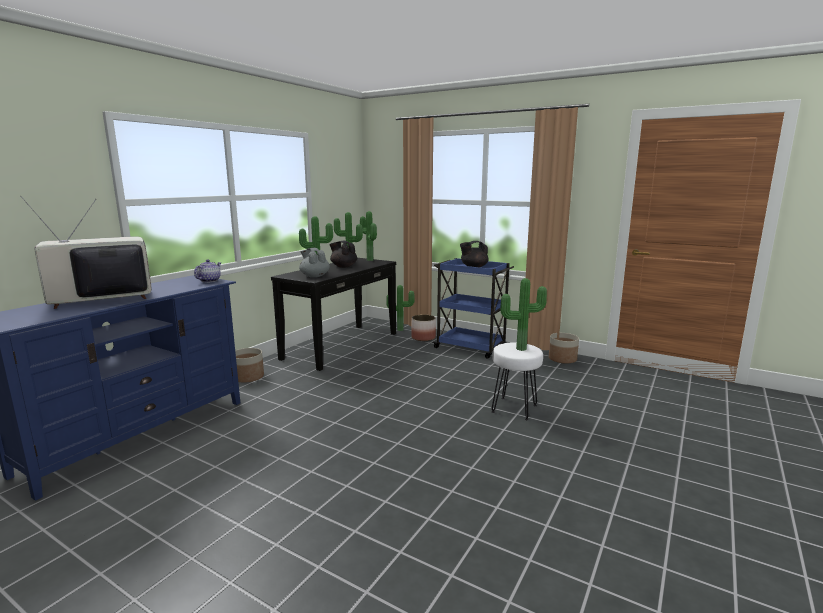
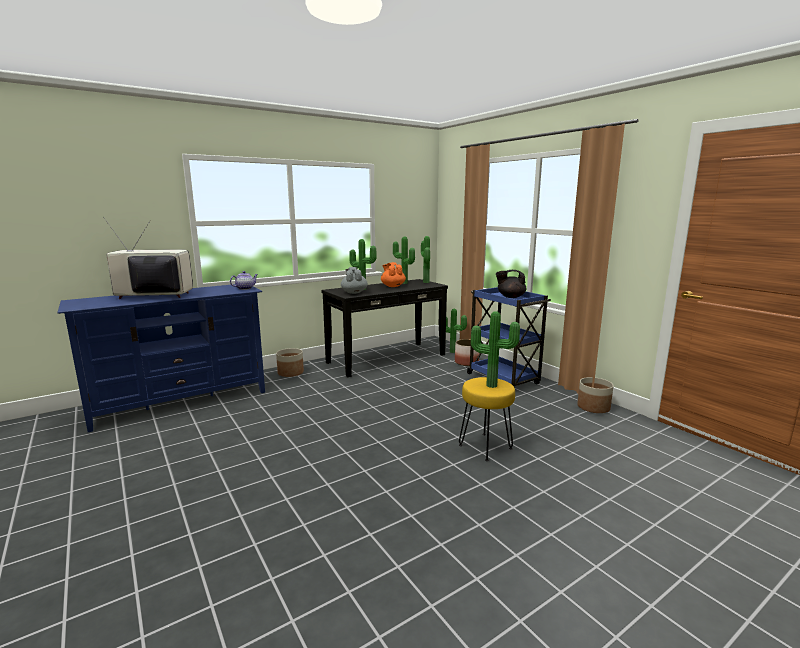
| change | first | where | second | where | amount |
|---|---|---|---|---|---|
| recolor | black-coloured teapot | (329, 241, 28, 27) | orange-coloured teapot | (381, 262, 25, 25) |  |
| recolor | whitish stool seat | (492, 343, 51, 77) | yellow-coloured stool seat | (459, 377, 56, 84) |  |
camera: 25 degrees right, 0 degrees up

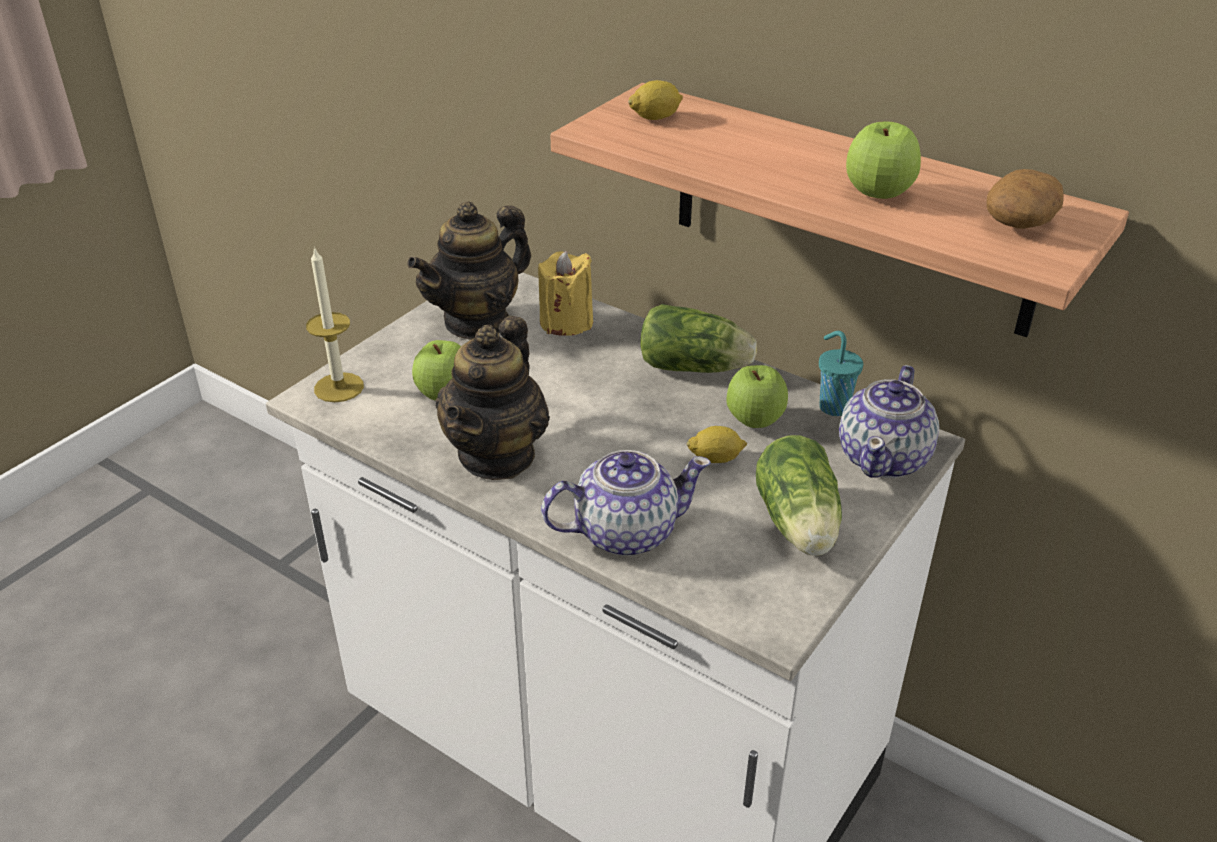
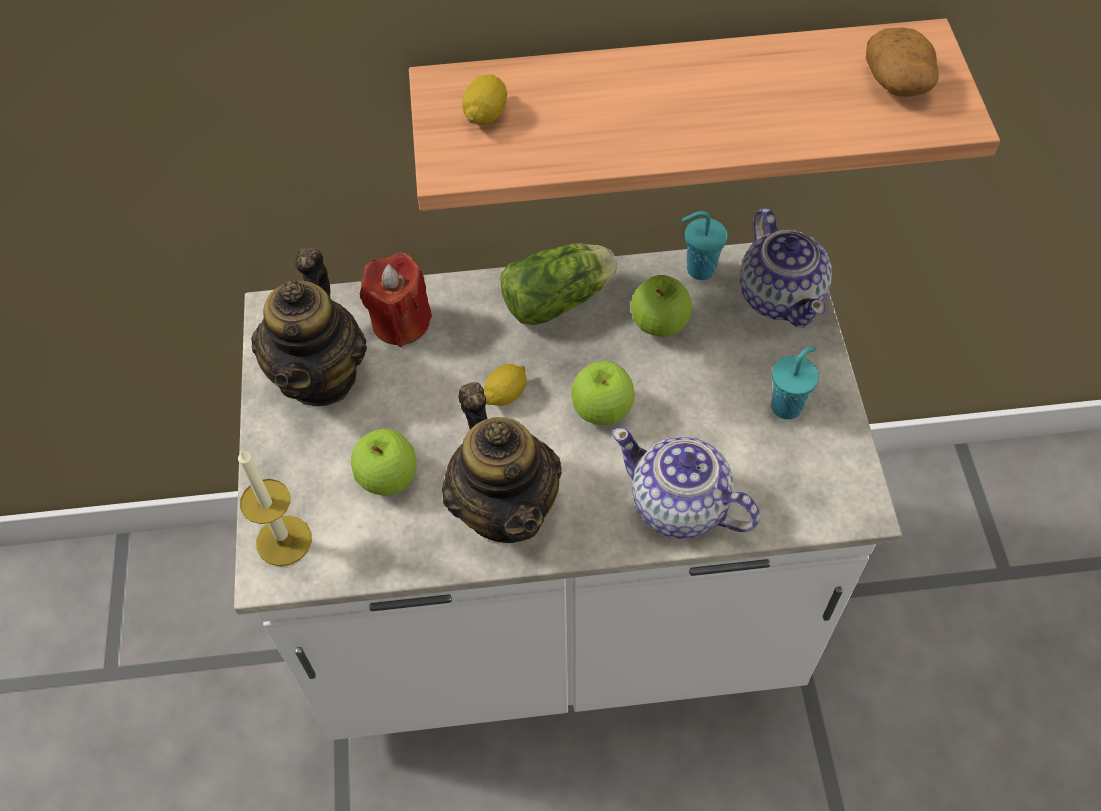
| change | first | where | second | where | amount |
|---|---|---|---|---|---|
| recolor | yellow-coloured wax light | (538, 251, 55, 85) | reddish wax light | (360, 252, 72, 95) |  |
| rotate | teapot | (541, 450, 170, 106) |  | (612, 428, 148, 111) | 90 degrees counterclockwise |
| move | whole lemon | (687, 426, 60, 37) |  | (484, 364, 43, 42) |  |
| replace | lettuce head | (756, 435, 86, 121) | blue-green drinking cup | (771, 347, 48, 72) |  |
| move | whole apple | (846, 121, 75, 78) |  | (571, 361, 64, 64) |  |
camera: 40 degrees left, 20 degrees up

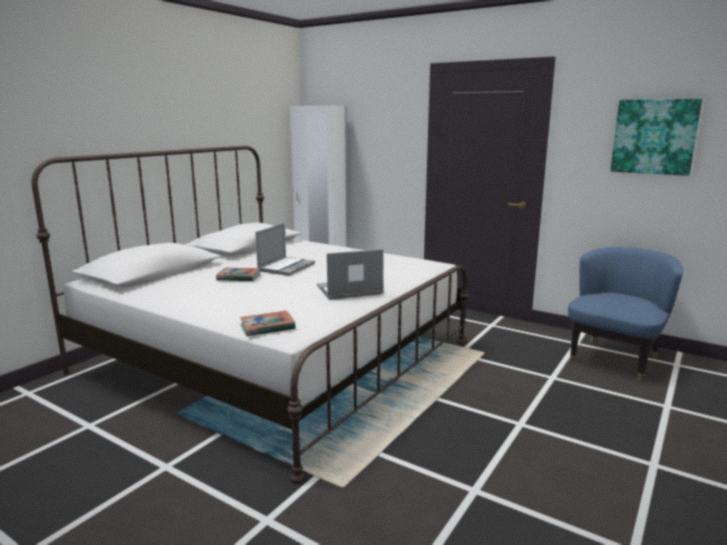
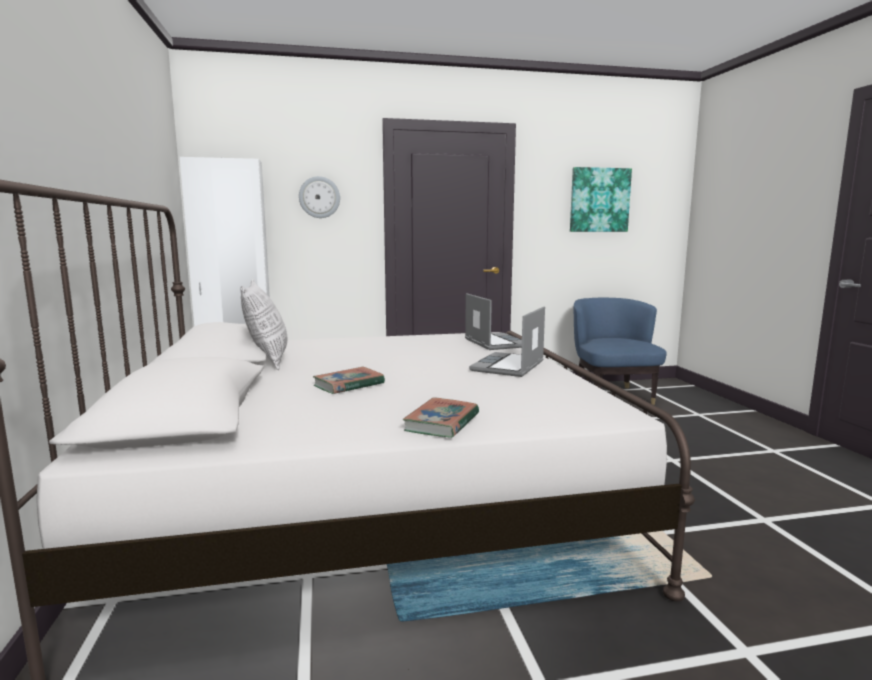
| change | first | where | second | where | amount |
|---|---|---|---|---|---|
| move | bound book | (240, 310, 56, 26) |  | (403, 397, 76, 41) |  |
| move | portable computer | (256, 223, 59, 53) |  | (465, 293, 57, 57) |  |
| insert |  |  | pillow | (240, 279, 47, 91) |  |
| insert |  |  | clock on the wall | (299, 176, 41, 42) |  |
camera: 45 degrees left, 5 degrees down

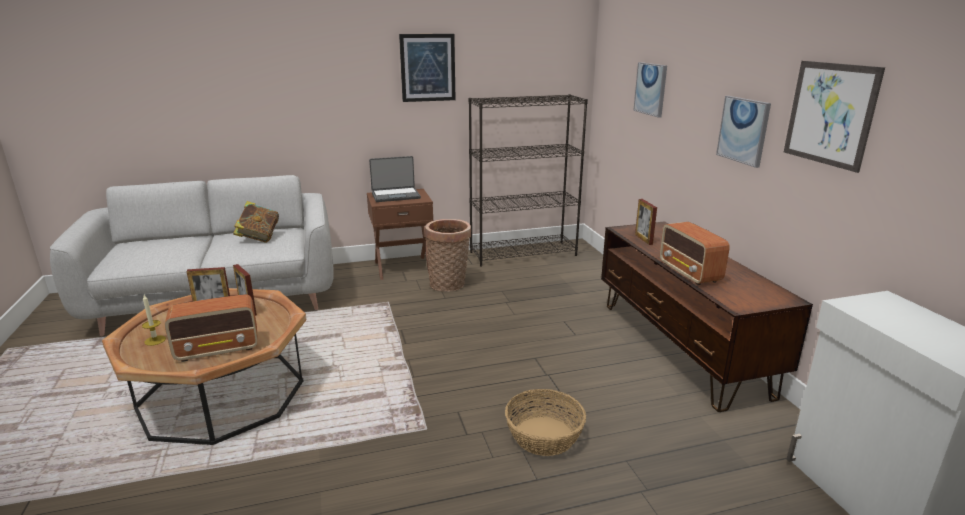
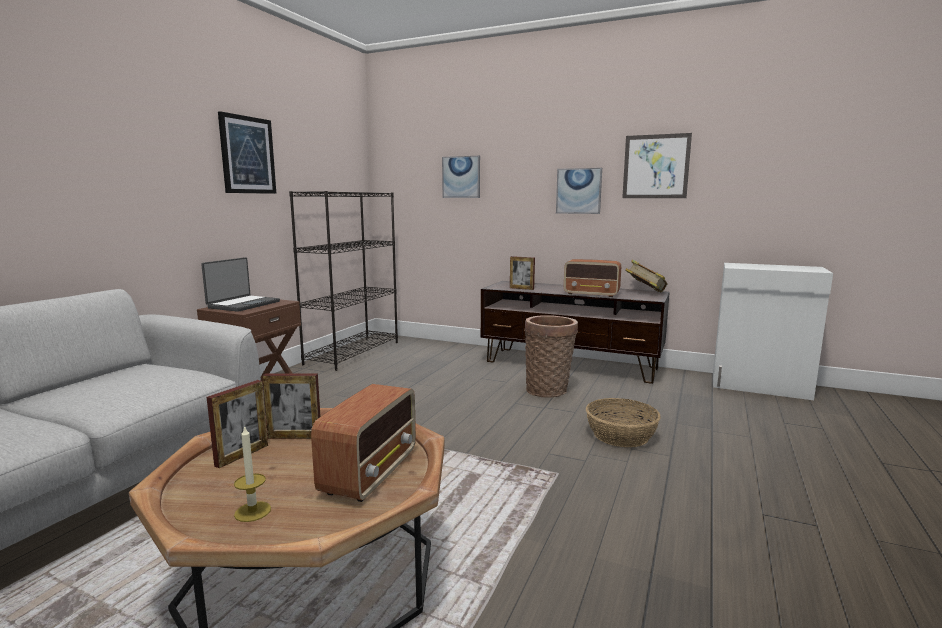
| change | first | where | second | where | amount |
|---|---|---|---|---|---|
| move | bound book | (233, 201, 46, 42) |  | (625, 260, 43, 33) |  |
| move | storage basket | (425, 219, 46, 73) |  | (524, 315, 54, 83) |  |
camera: 50 degrees left, 10 degrees down

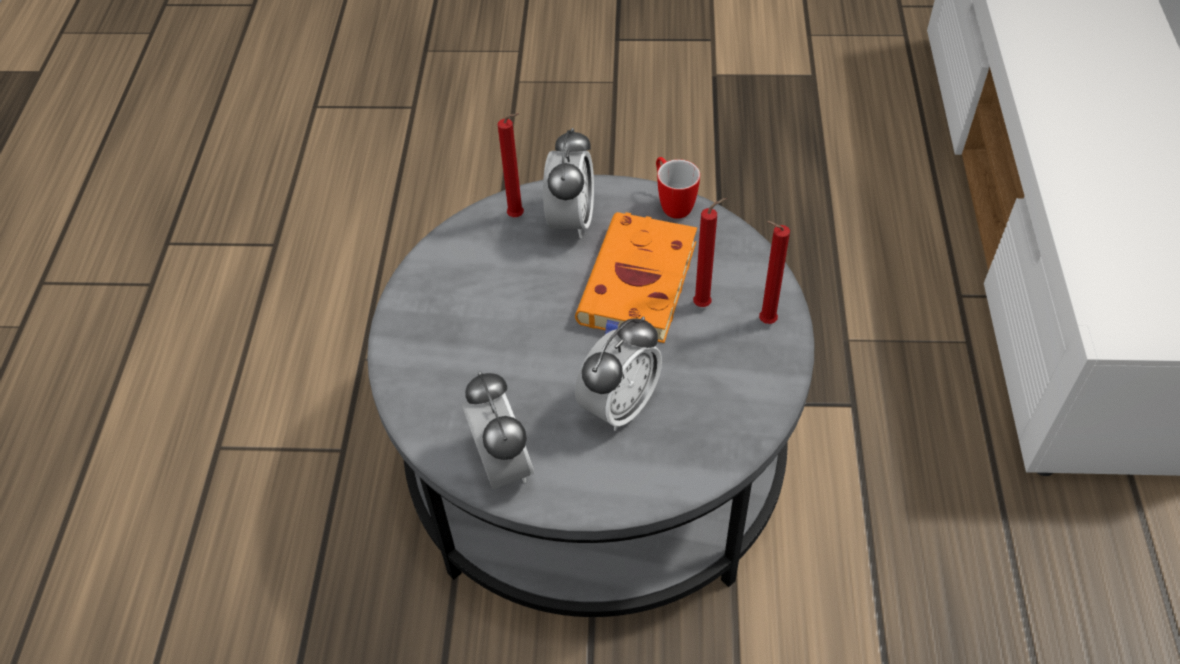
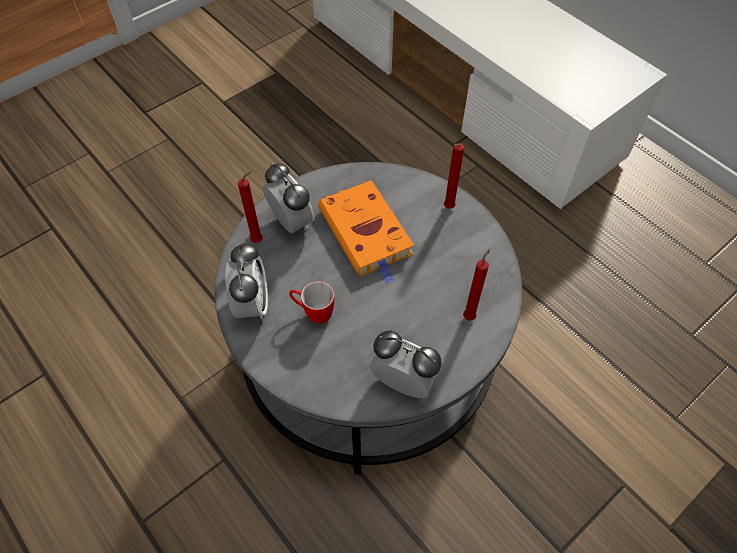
| change | first | where | second | where | amount |
|---|---|---|---|---|---|
| move | bedside clock | (575, 316, 87, 115) |  | (225, 242, 43, 77) |  |
| move | coffee mug | (656, 157, 44, 62) |  | (289, 281, 45, 43) |  |
| move | reddish wax light | (693, 198, 33, 109) |  | (463, 248, 27, 73) |  |
camera: 45 degrees left, 5 degrees up

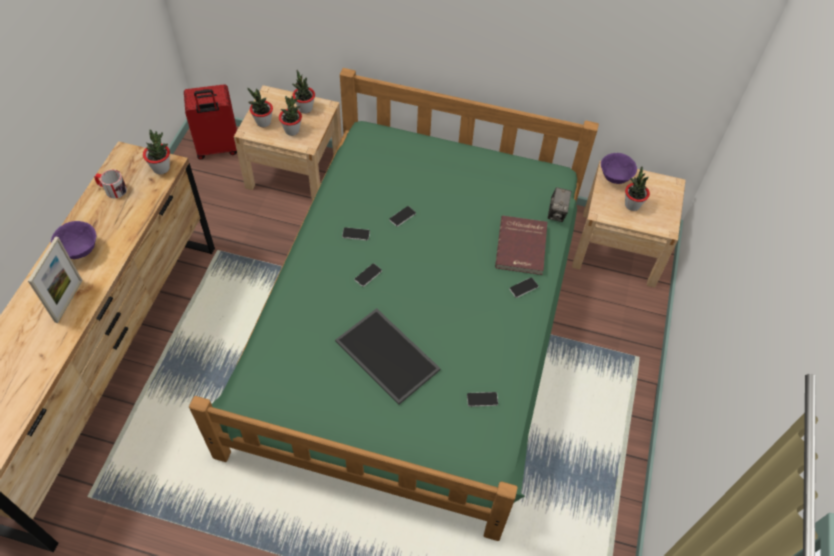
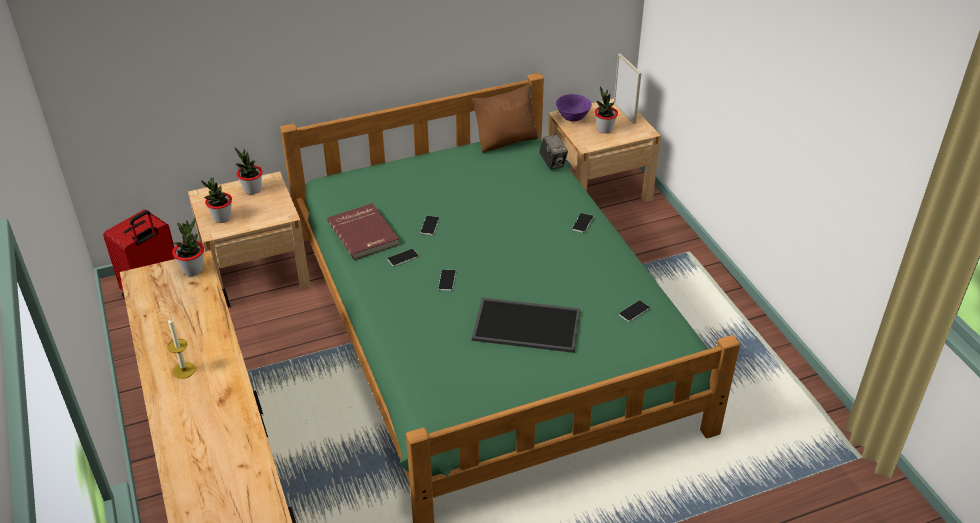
| change | first | where | second | where | amount |
|---|---|---|---|---|---|
| move | picture frame | (28, 236, 55, 87) |  | (614, 53, 27, 71) |  |
| replace | purple-coloured bowl | (51, 221, 45, 38) | wax light | (167, 318, 29, 61) |  |
| delete | coffee mug | (94, 169, 33, 30) |  |  |  |
| delete | houseplant | (279, 95, 23, 41) |  |  |  |
| move | reddish bound book | (495, 216, 52, 59) |  | (327, 203, 72, 57) |  |
| insert |  |  | brown pillow | (472, 83, 67, 70) |  |
camera: 35 degrees left, 15 degrees down

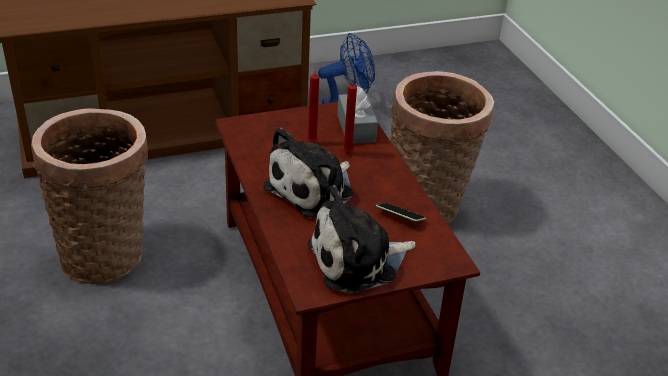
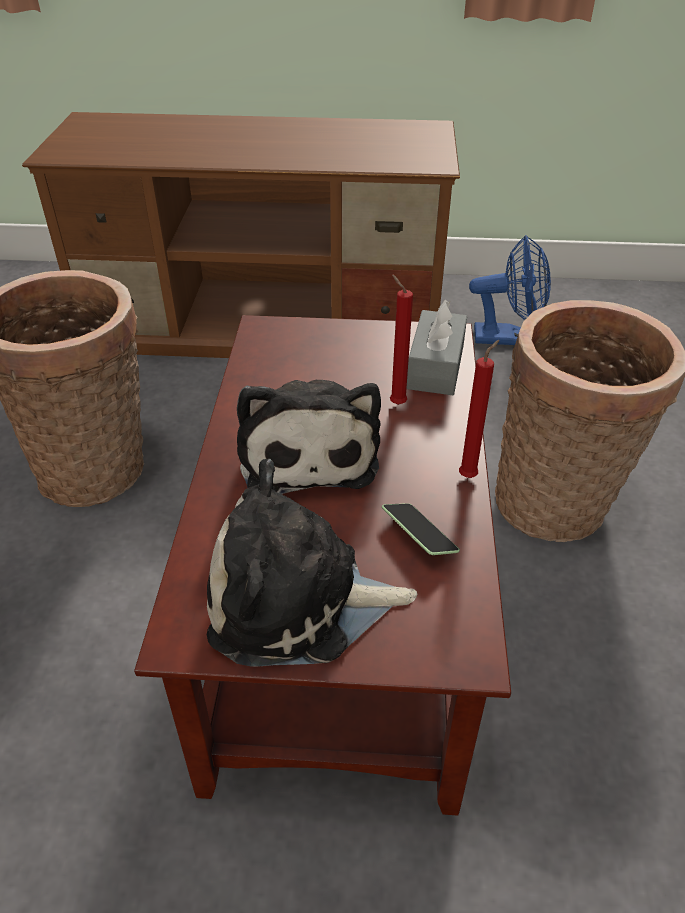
| change | first | where | second | where | amount |
|---|---|---|---|---|---|
| rotate | cuddly toy | (263, 127, 90, 90) |  | (237, 380, 144, 114) | 75 degrees counterclockwise |
| move | reddish wax light | (307, 64, 12, 79) |  | (459, 340, 40, 138) |  |
camera: 25 degrees right, 5 degrees up

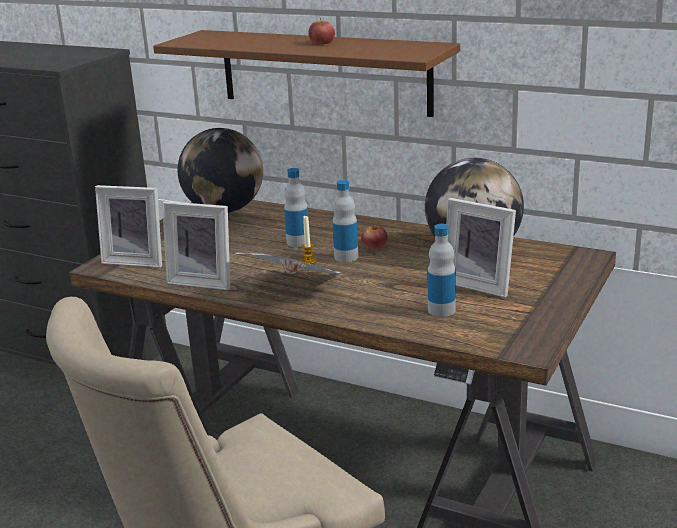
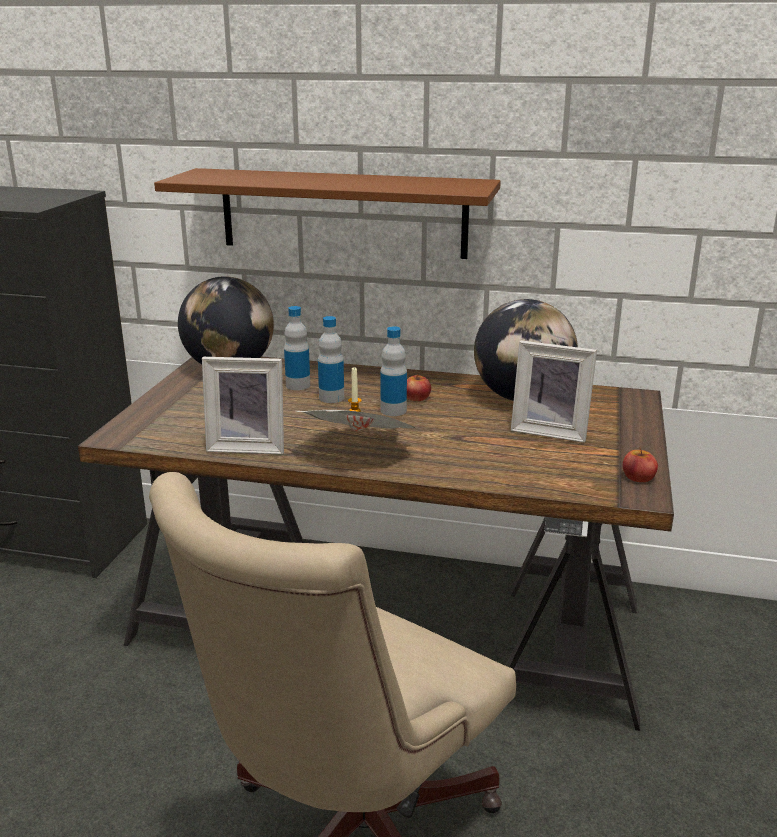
| change | first | where | second | where | amount |
|---|---|---|---|---|---|
| delete | picture frame | (95, 185, 67, 83) |  |  |  |
| move | whole apple | (308, 18, 27, 26) |  | (623, 447, 35, 35) |  |
| move | drink bottle | (428, 224, 28, 93) |  | (284, 306, 26, 84) |  |
camera: 15 degrees left, 0 degrees up

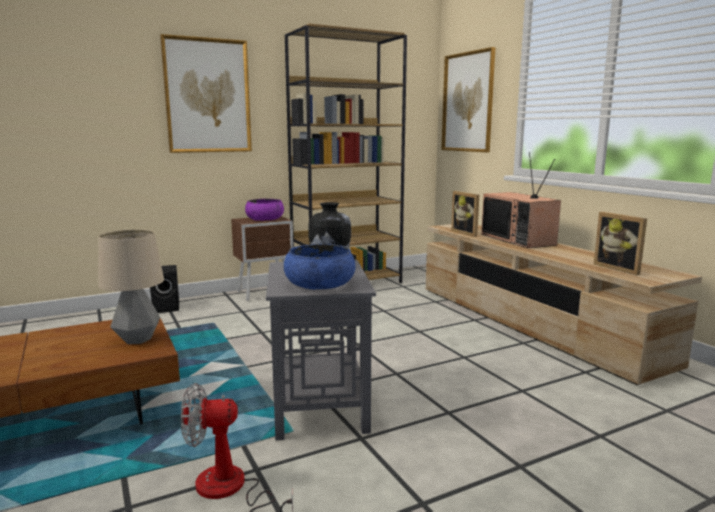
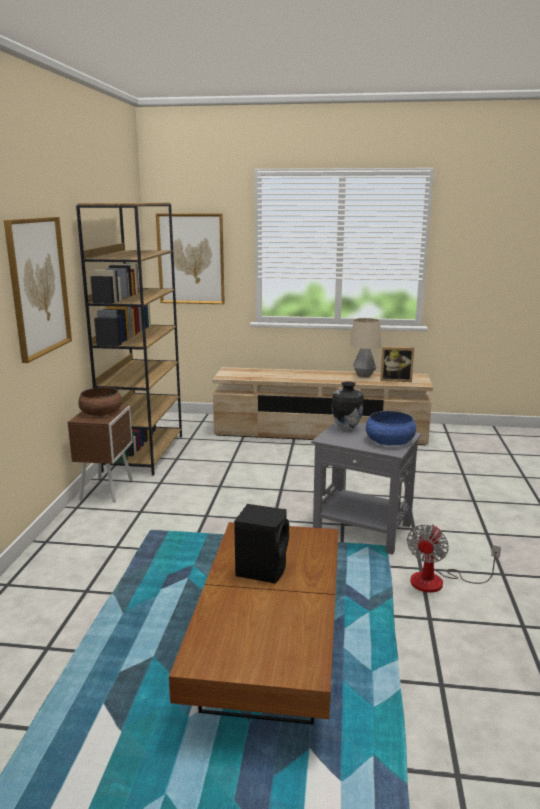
| change | first | where | second | where | amount |
|---|---|---|---|---|---|
| move | table lamp | (98, 230, 66, 114) |  | (350, 318, 31, 59) |  |
| move | black-coloured audio speaker | (150, 265, 29, 48) |  | (234, 504, 55, 80) |  |
| recolor | purple-coloured bowl | (245, 199, 39, 22) | brown bowl | (78, 387, 44, 29) |  |
| delete | picture frame | (451, 191, 28, 46) |  |  |  |
| delete | television | (481, 152, 80, 96) |  |  |  |
camera: 55 degrees left, 5 degrees up

